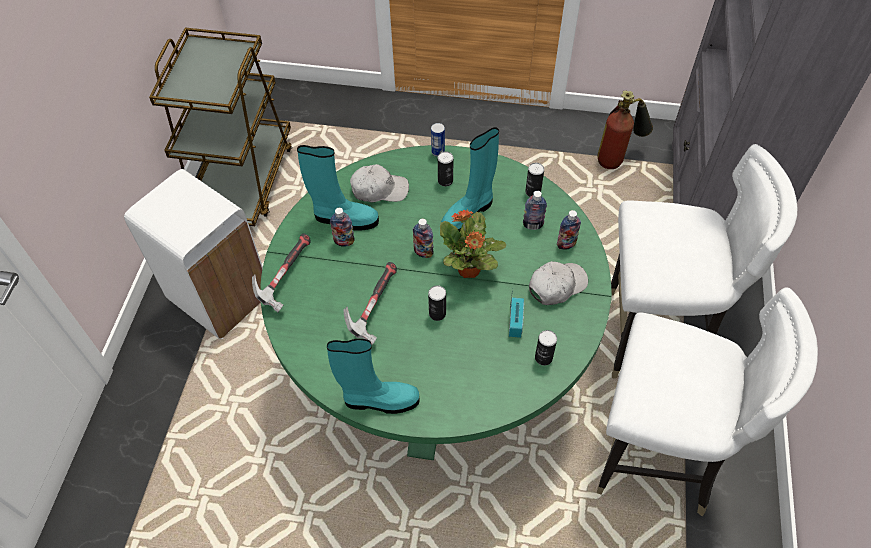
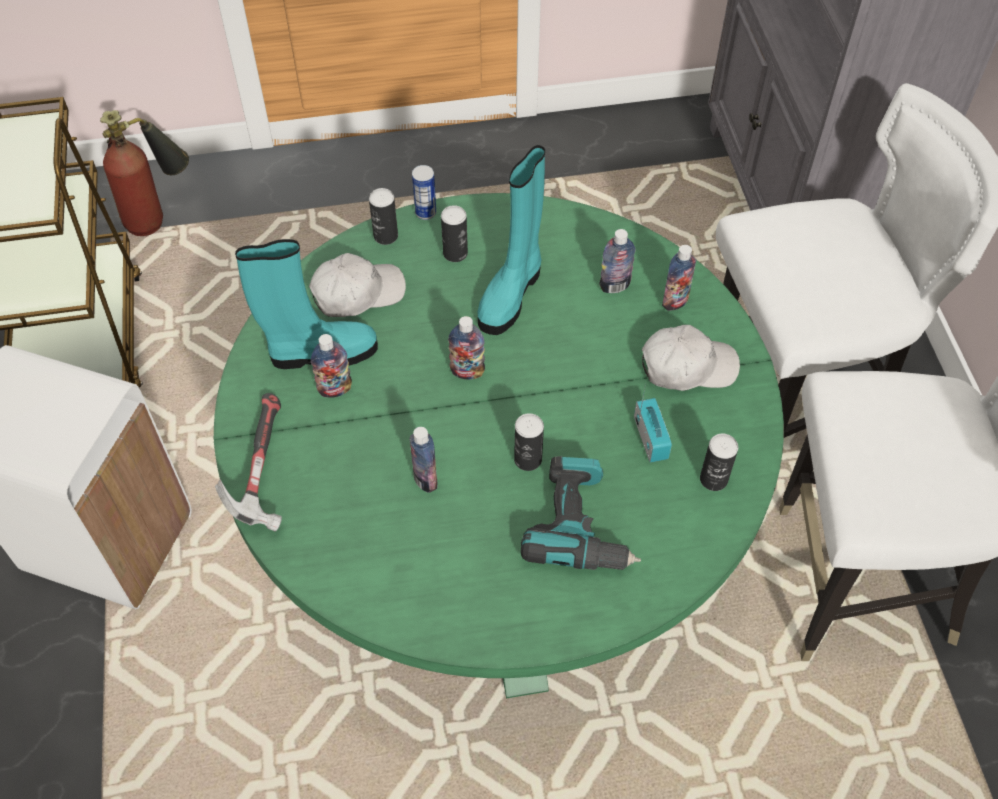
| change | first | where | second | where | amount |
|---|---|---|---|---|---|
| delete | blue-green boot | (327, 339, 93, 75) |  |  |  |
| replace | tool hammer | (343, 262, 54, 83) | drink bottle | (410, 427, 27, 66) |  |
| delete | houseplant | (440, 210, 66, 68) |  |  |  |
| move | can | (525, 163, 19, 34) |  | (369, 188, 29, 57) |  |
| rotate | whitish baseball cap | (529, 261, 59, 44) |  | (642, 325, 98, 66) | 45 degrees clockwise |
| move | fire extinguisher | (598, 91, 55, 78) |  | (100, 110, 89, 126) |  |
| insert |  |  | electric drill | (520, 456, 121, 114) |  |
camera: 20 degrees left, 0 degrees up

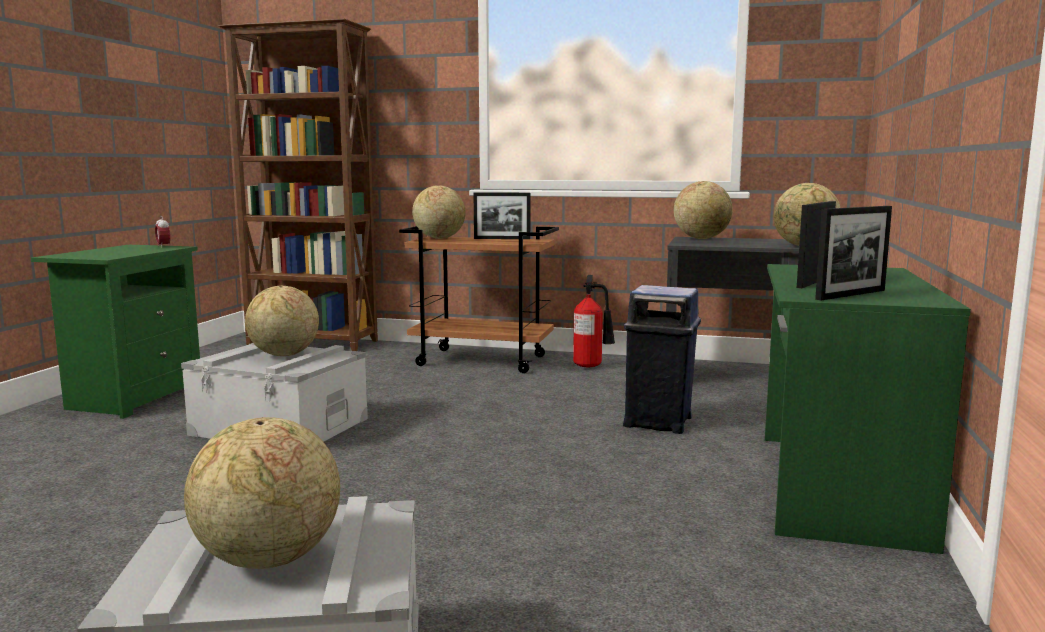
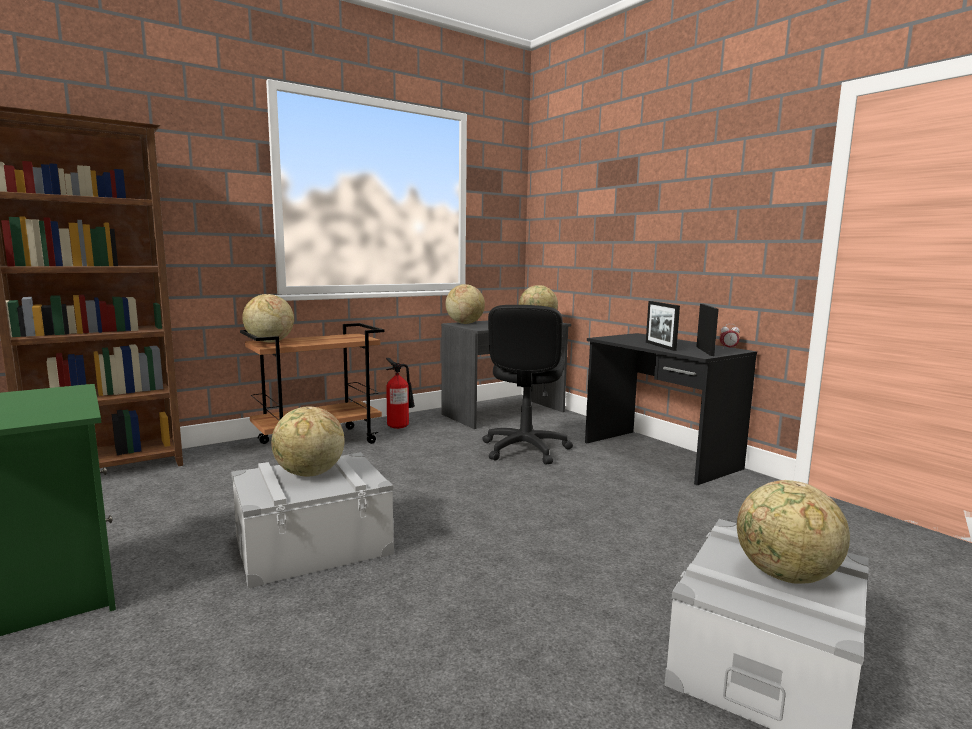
| change | first | where | second | where | amount |
|---|---|---|---|---|---|
| move | bedside clock | (155, 216, 15, 32) |  | (720, 324, 20, 25) |  |
| delete | picture frame | (474, 193, 56, 46) |  |  |  |
| replace | bluish rubbish bin | (623, 285, 78, 149) | black-coloured computer chair | (482, 305, 91, 160) |  |
| recolor | green desk table | (765, 264, 206, 290) | black-coloured desk table | (585, 333, 172, 152) |  |
camera: 50 degrees left, 0 degrees up

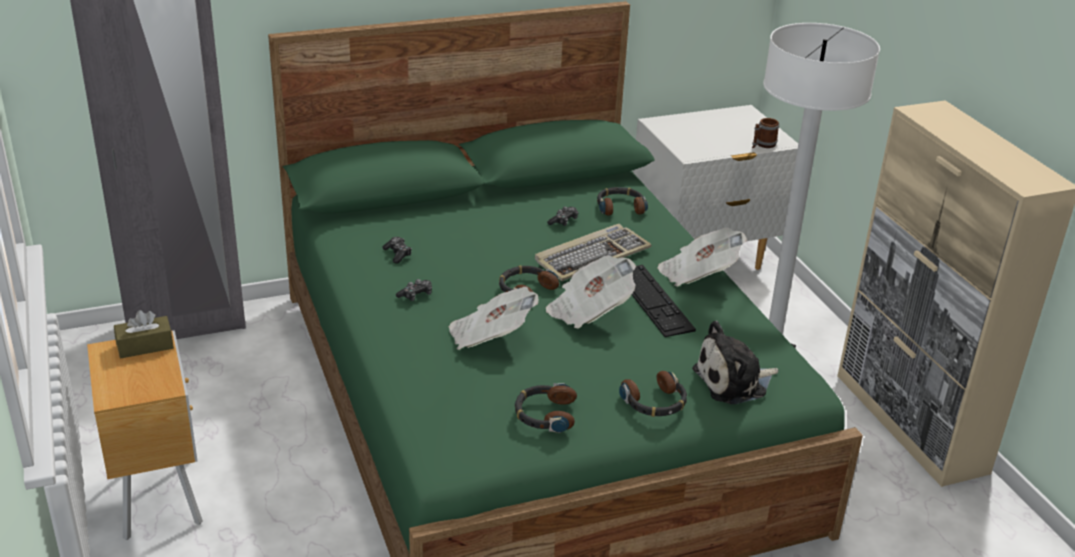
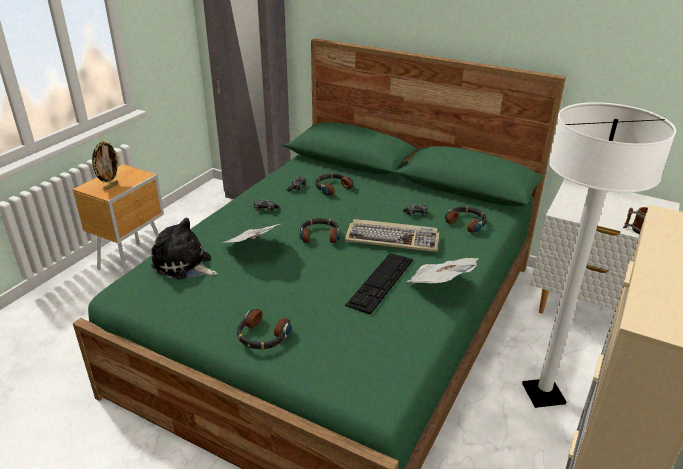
| change | first | where | second | where | amount |
|---|---|---|---|---|---|
| delete | brown box of tissues | (114, 310, 60, 48) |  |  |  |
| move | headset | (515, 383, 62, 50) |  | (315, 173, 38, 22) |  |
| delete | printed paper | (546, 255, 90, 73) |  |  |  |
| move | cuddly toy | (692, 321, 86, 83) |  | (151, 218, 67, 62) |  |
| insert |  |  | picture frame | (92, 141, 28, 50) |  |
camera: 50 degrees right, 0 degrees up

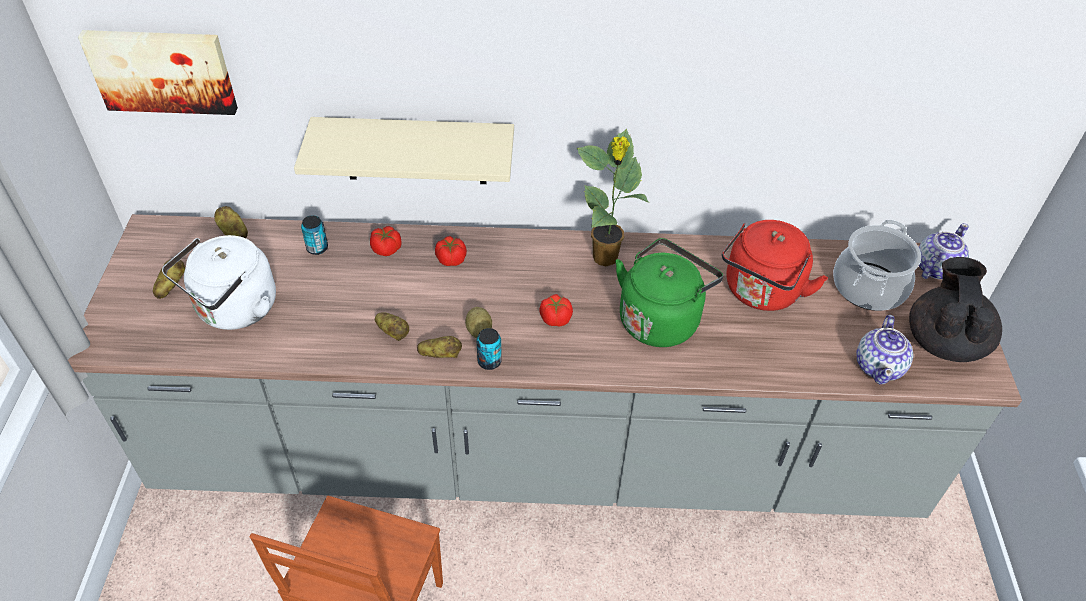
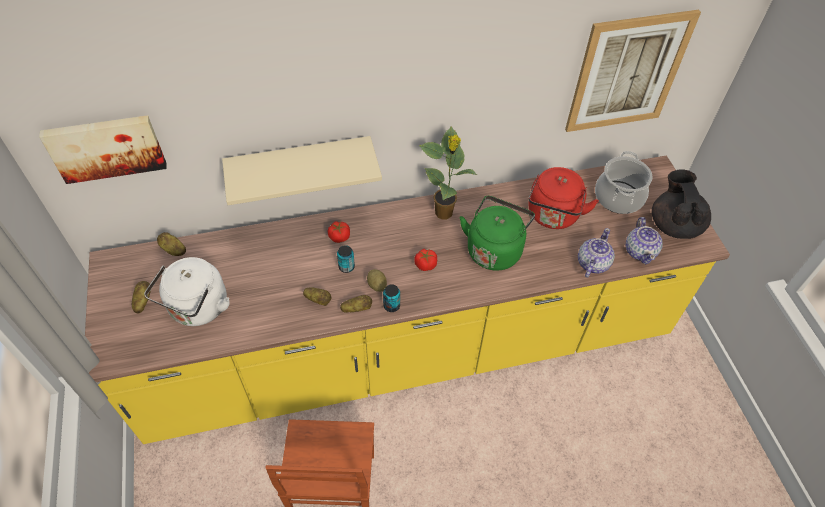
| change | first | where | second | where | amount |
|---|---|---|---|---|---|
| recolor | gray counter | (68, 214, 954, 304) | yellow-coloured counter | (85, 156, 645, 288) |  |
| move | can | (301, 215, 27, 40) |  | (337, 245, 18, 28) |  |
| delete | tomato | (370, 226, 32, 30) |  |  |  |
| move | teapot | (919, 223, 50, 56) |  | (578, 228, 37, 50) |  |
| insert |  |  | wall picture | (565, 10, 136, 122) |  |
camera: 15 degrees left, 5 degrees up

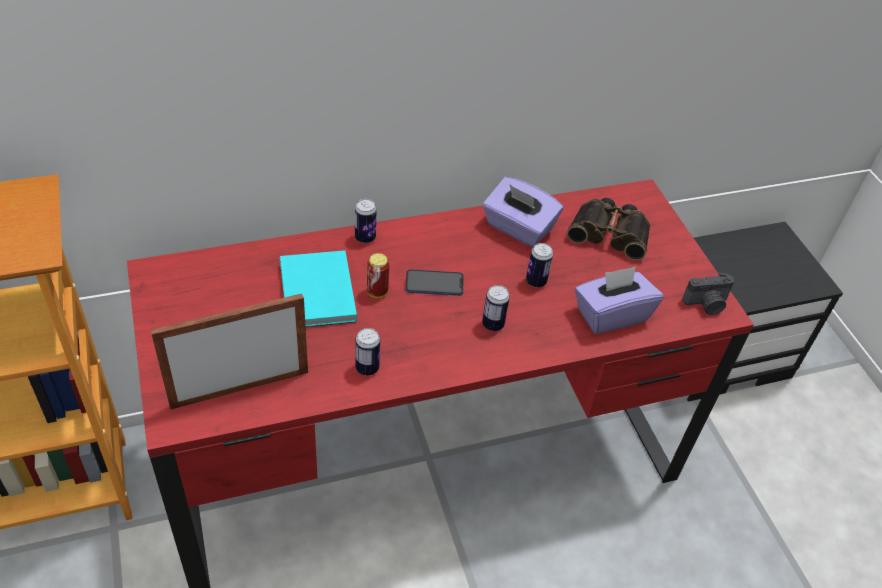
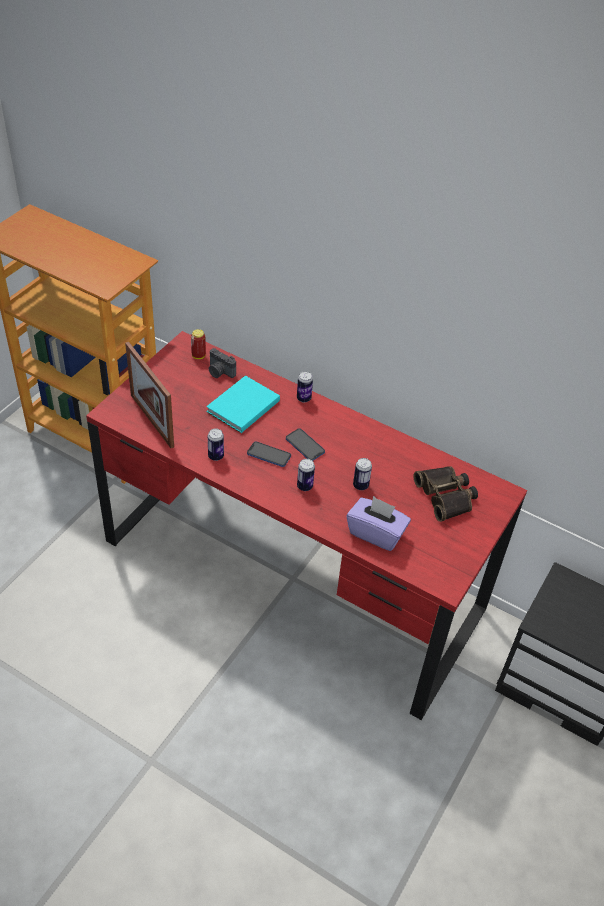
| change | first | where | second | where | amount |
|---|---|---|---|---|---|
| rotate | picture frame | (151, 294, 157, 116) |  | (125, 342, 49, 106) | 150 degrees counterclockwise |
| move | can | (367, 253, 22, 45) |  | (191, 329, 15, 30) |  |
| delete | purple-coloured box of tissues | (483, 177, 80, 70) |  |  |  |
| move | photo camera | (682, 273, 53, 42) |  | (209, 348, 27, 30) |  |
| insert |  |  | handset | (247, 441, 44, 26) |  |
camera: 50 degrees right, 0 degrees up

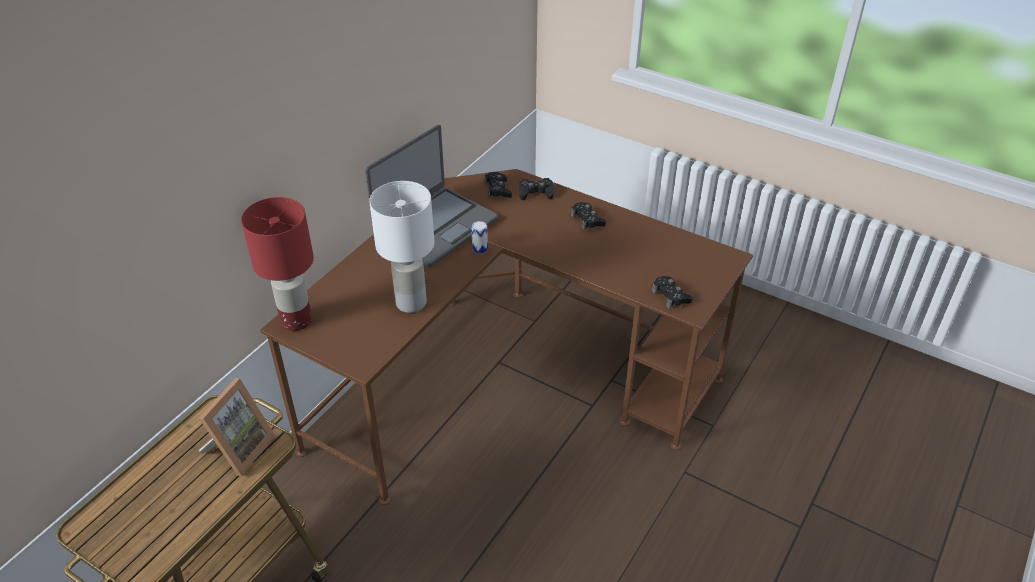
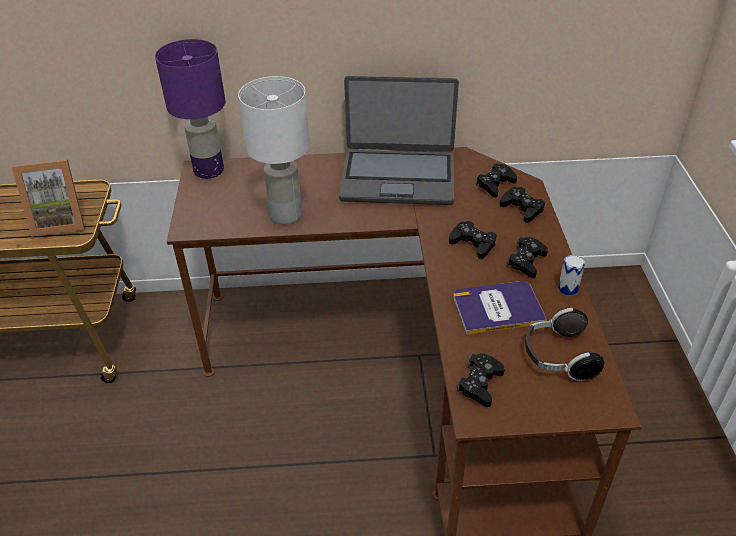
| change | first | where | second | where | amount |
|---|---|---|---|---|---|
| recolor | reddish table lamp | (241, 197, 73, 134) | purple-coloured table lamp | (155, 39, 70, 140) |  |
| move | can | (471, 221, 17, 33) |  | (558, 255, 27, 40) |  |
| insert |  |  | black-coloured gamepad | (449, 221, 48, 38) |  |
| insert |  |  | bound book | (453, 281, 94, 53) |  |
| insert |  |  | headset | (525, 308, 79, 73) |  |
camera: 55 degrees right, 0 degrees up

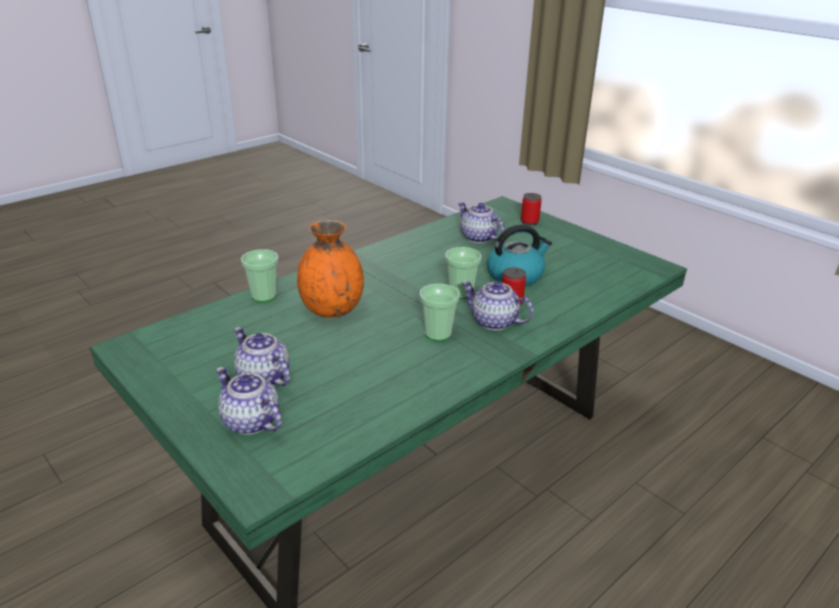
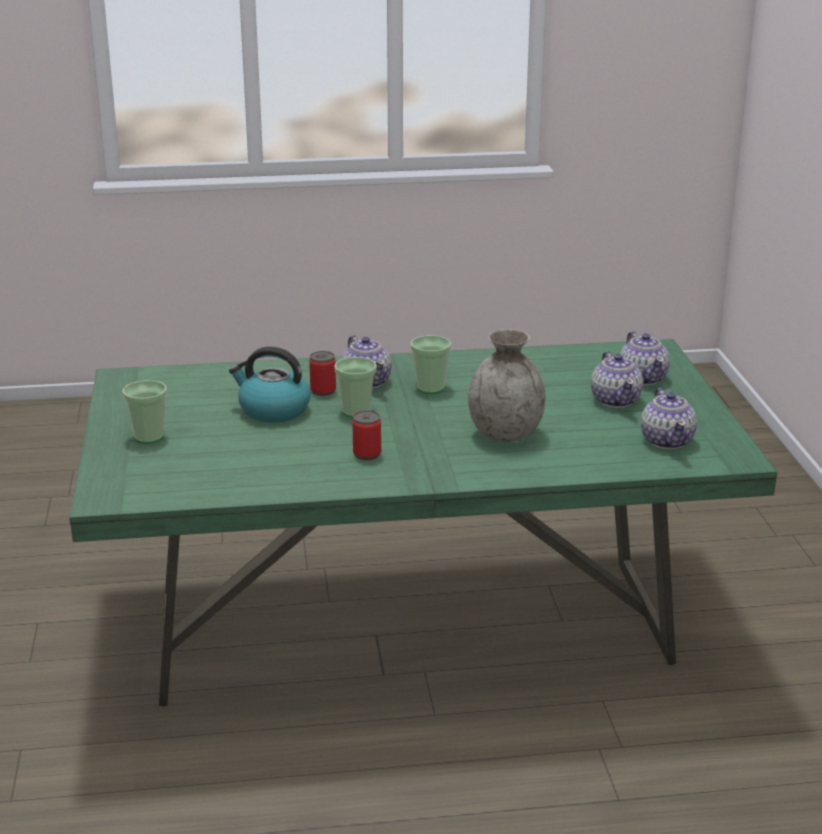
| change | first | where | second | where | amount |
|---|---|---|---|---|---|
| move | drinking cup | (241, 249, 38, 53) |  | (123, 380, 44, 64) |  |
| recolor | orange-coloured vase | (297, 220, 67, 98) | gray vase | (468, 329, 77, 113) |  |
| move | teapot | (458, 202, 46, 41) |  | (641, 388, 56, 61) |  |
| move | can | (521, 193, 21, 32) |  | (352, 411, 29, 49) |  |
camera: 145 degrees left, 5 degrees down

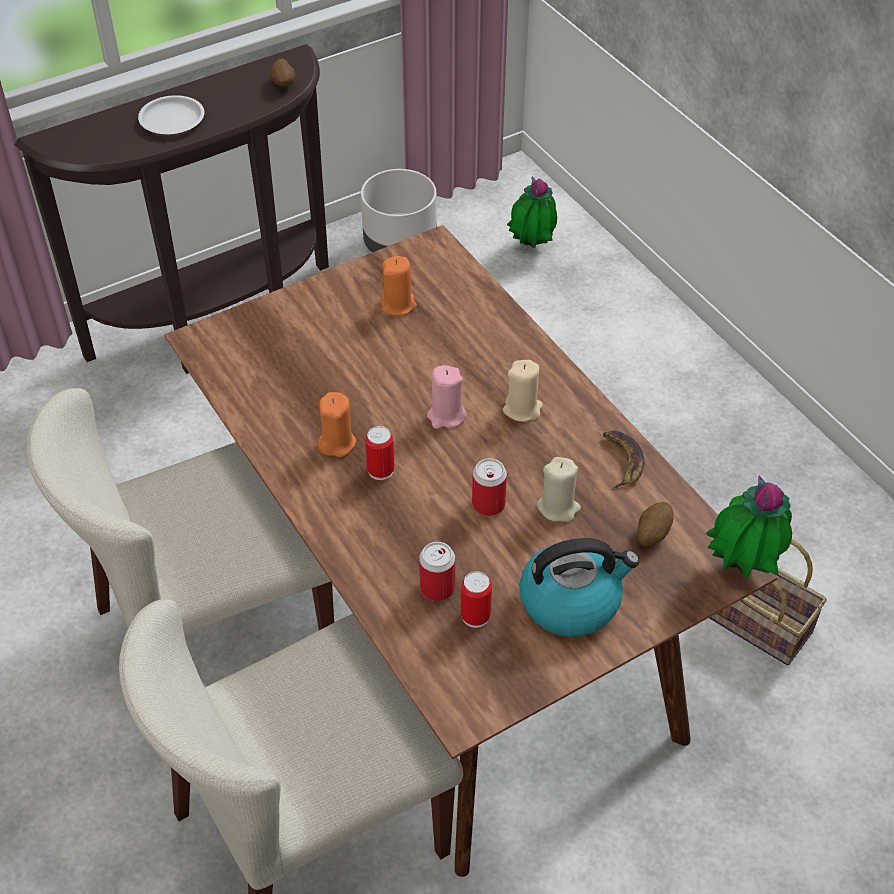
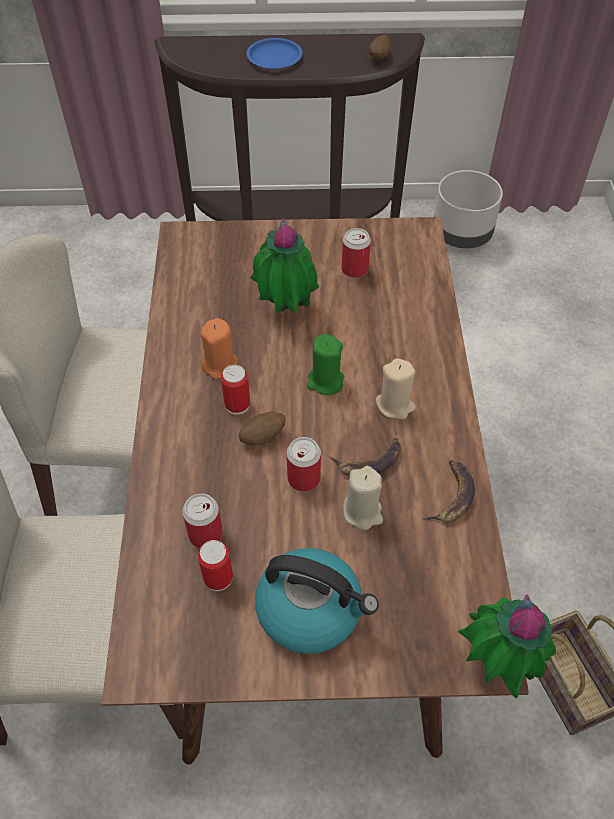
| change | first | where | second | where | amount |
|---|---|---|---|---|---|
| recolor | whitish dinner plate | (138, 95, 67, 39) | bluish dinner plate | (247, 38, 56, 31) |  |
| replace | orange-coloured wax light | (380, 256, 37, 60) | can | (342, 228, 29, 50) |  |
| recolor | pink wax light | (427, 365, 40, 64) | green wax light | (307, 334, 37, 61) |  |
| move | houseplant | (507, 177, 50, 71) |  | (251, 218, 68, 95) |  |
| move | potato | (637, 502, 37, 44) |  | (238, 412, 48, 33) |  |
| insert |  |  | banana | (330, 438, 72, 38) |  |
camera: 30 degrees right, 5 degrees up

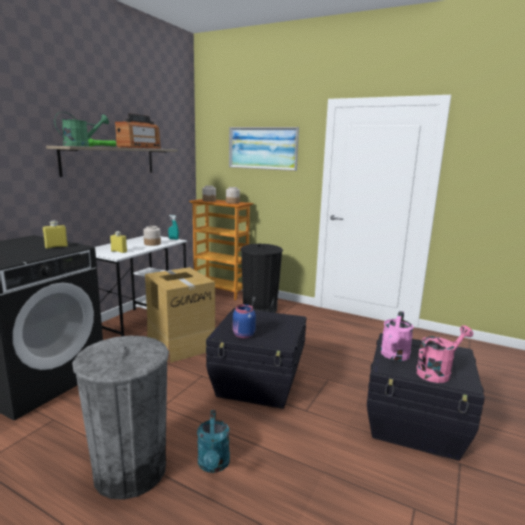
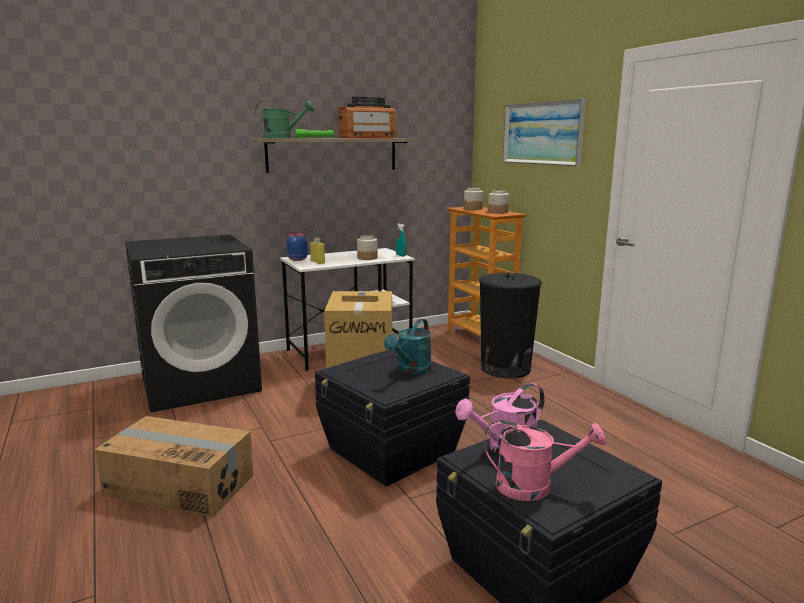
| change | first | where | second | where | amount |
|---|---|---|---|---|---|
| delete | yellow-coloured drink bottle | (43, 221, 25, 28) |  |  |  |
| replace | gray rubbish bin | (72, 336, 97, 164) | carton | (95, 416, 158, 101) |  |
| move | blue-green watering can | (197, 410, 33, 63) |  | (384, 319, 48, 55) |  |
| move | bluish storage jar | (233, 304, 23, 34) |  | (287, 232, 21, 29) |  |
camera: 35 degrees right, 0 degrees up

